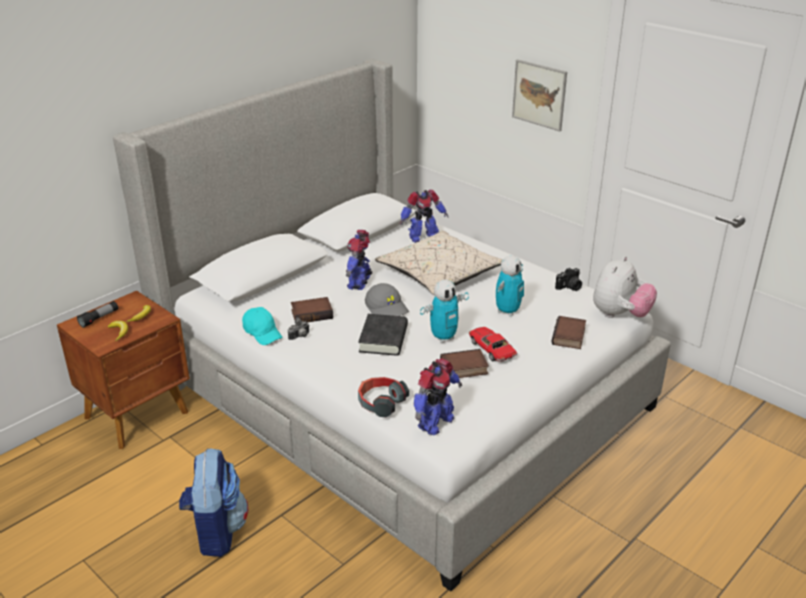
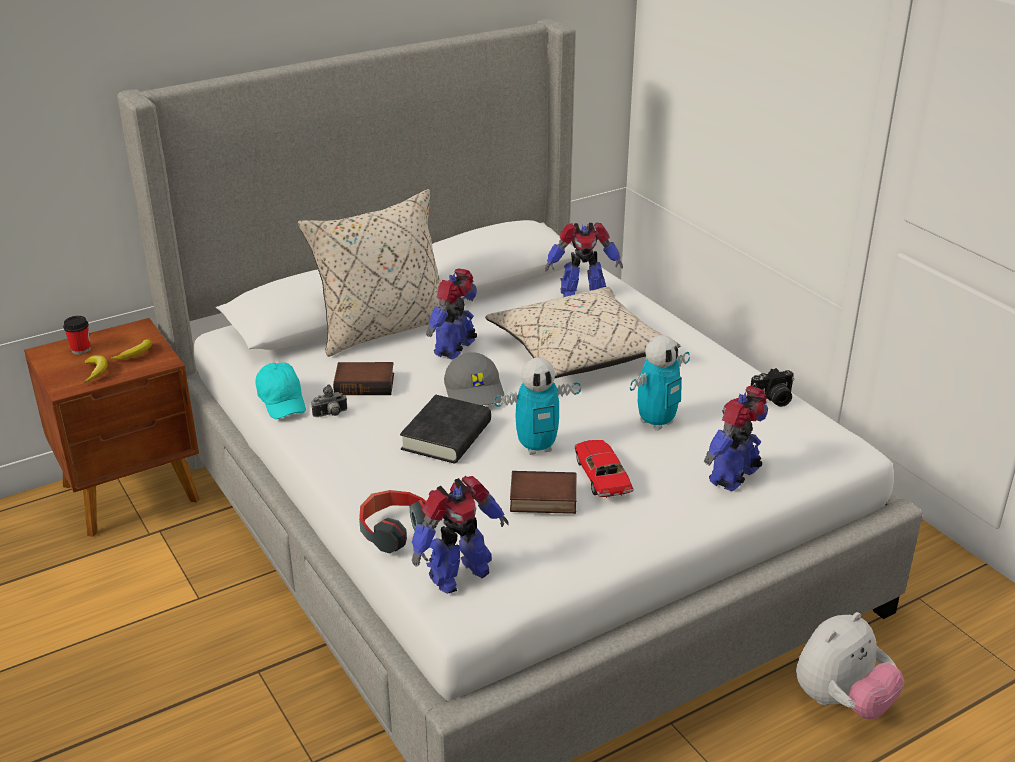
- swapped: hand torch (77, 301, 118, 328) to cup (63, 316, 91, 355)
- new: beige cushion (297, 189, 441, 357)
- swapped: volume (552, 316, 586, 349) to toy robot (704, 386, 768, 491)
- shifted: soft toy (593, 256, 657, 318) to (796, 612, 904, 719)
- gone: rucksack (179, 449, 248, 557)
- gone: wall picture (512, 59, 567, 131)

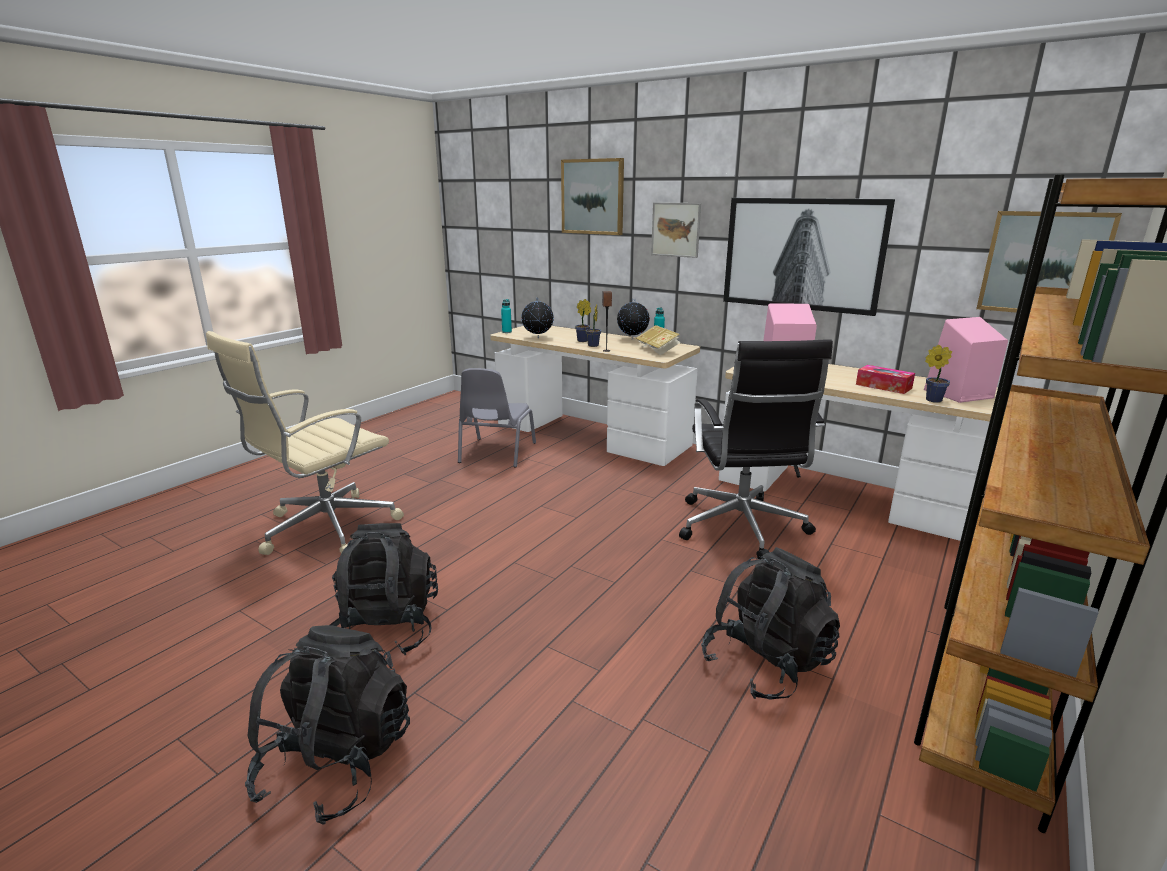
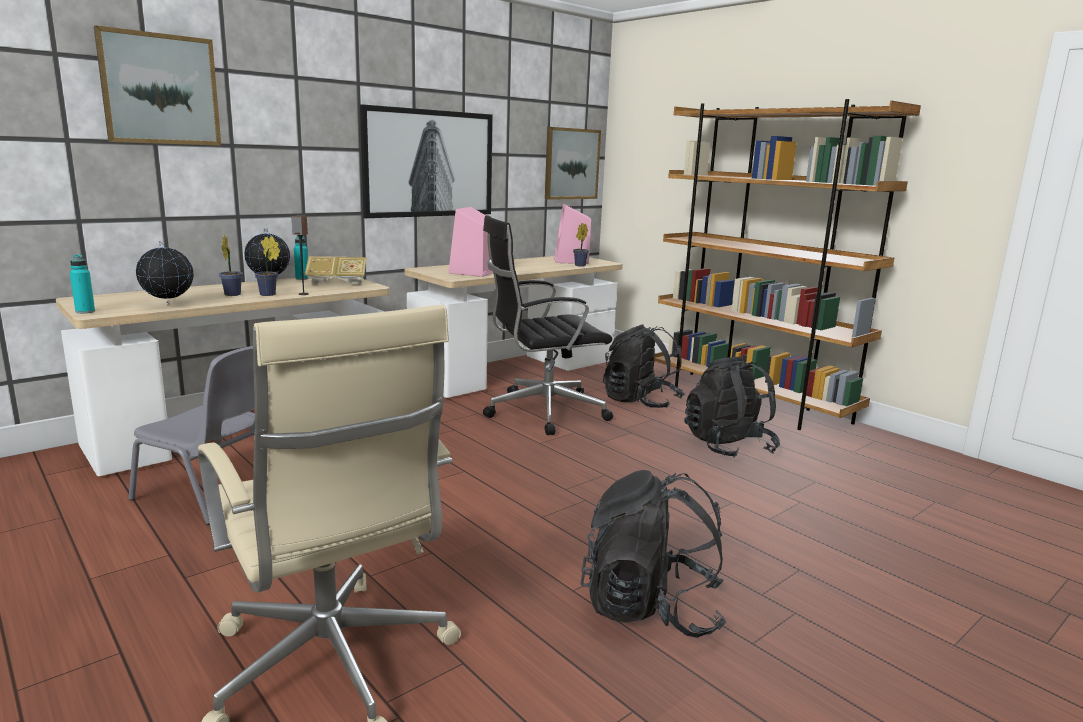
- rotated: black-coloured desk chair (679, 339, 833, 560) = (483, 215, 613, 435) 150 degrees clockwise
- shifted: black-coloured rucksack (245, 625, 410, 825) to (603, 324, 685, 408)
- gone: wall picture (651, 202, 701, 258)
- gone: tissue holder (856, 365, 915, 394)

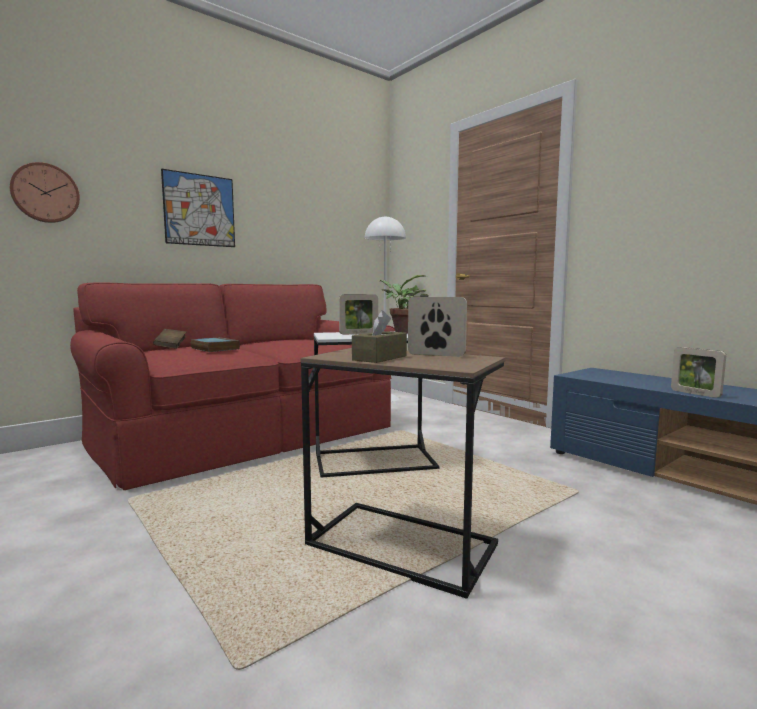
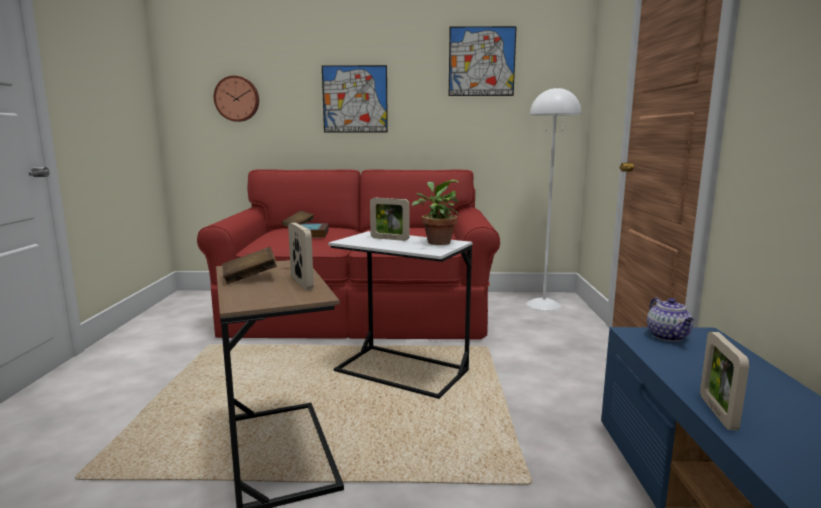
- swapped: brownish tissue holder (352, 310, 407, 363) to brownish volume (222, 247, 277, 284)
- new: wall picture (449, 26, 517, 96)
- new: pot for tea (647, 297, 694, 342)

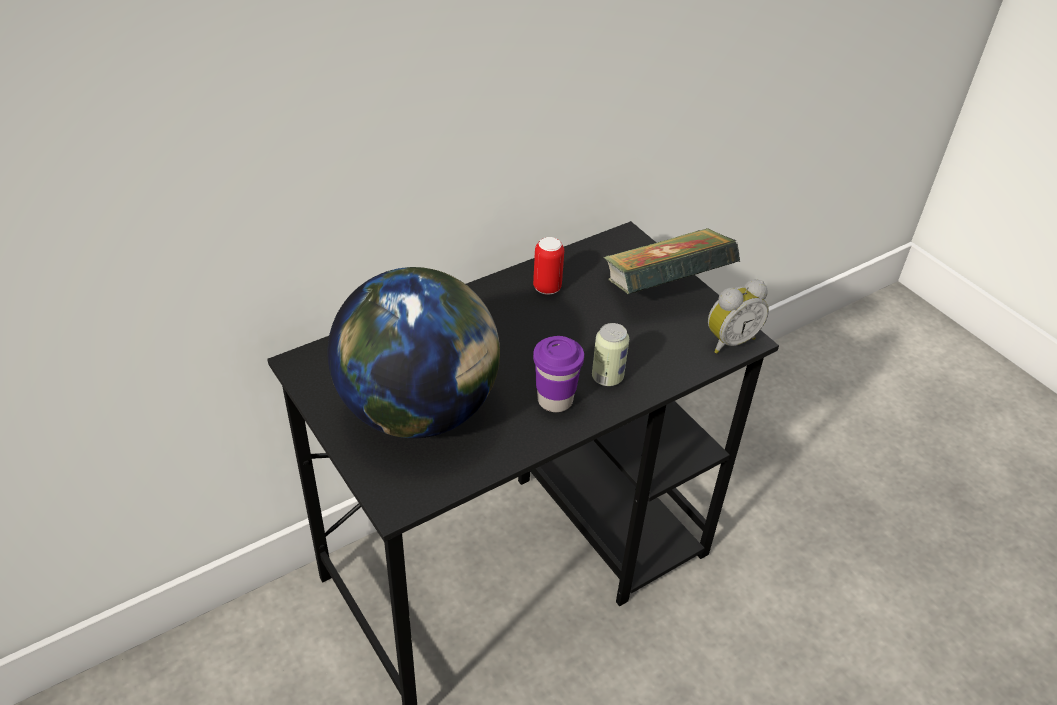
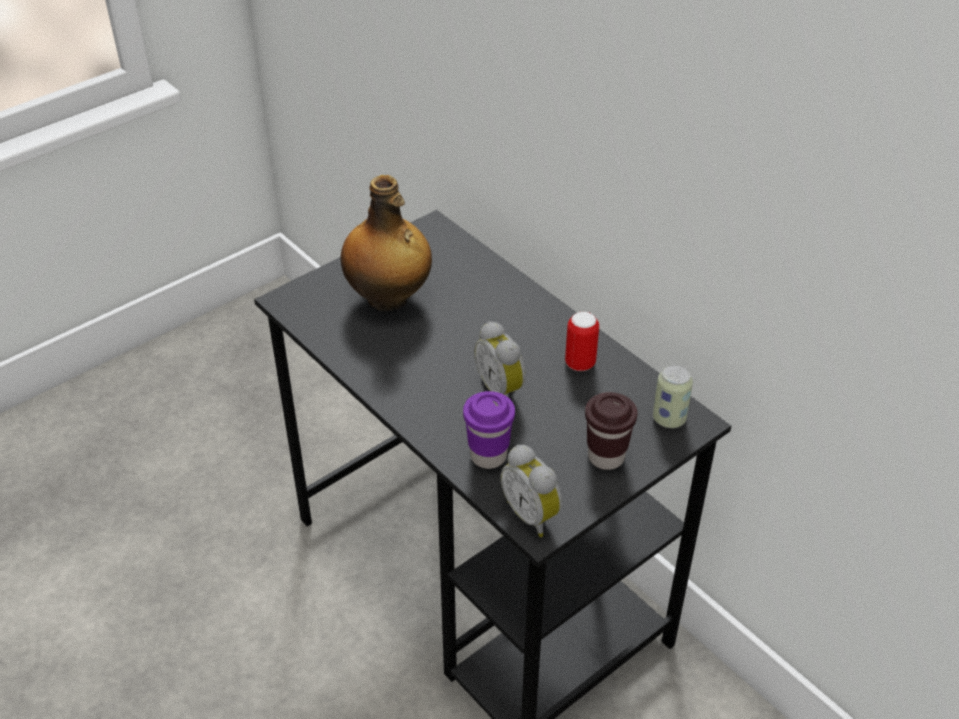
- swapped: world globe (328, 267, 500, 438) to beverage bottle (341, 175, 432, 311)
- shifted: purplish cup (533, 336, 584, 412) to (463, 391, 515, 469)
- new: table clock (474, 321, 525, 398)
- swapped: volume (603, 228, 740, 295) to brownish cup (585, 392, 638, 470)
- shifted: can (592, 323, 629, 386) to (653, 365, 693, 428)

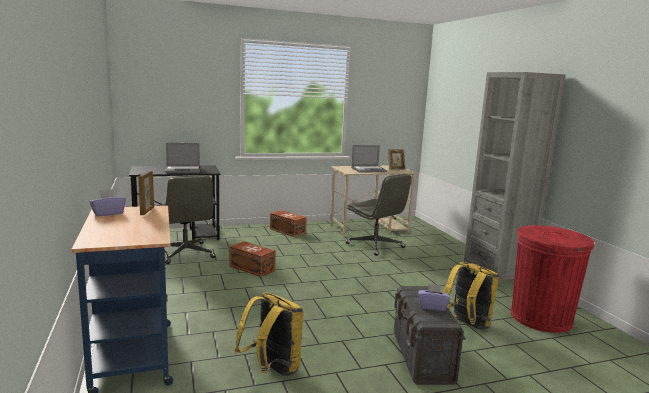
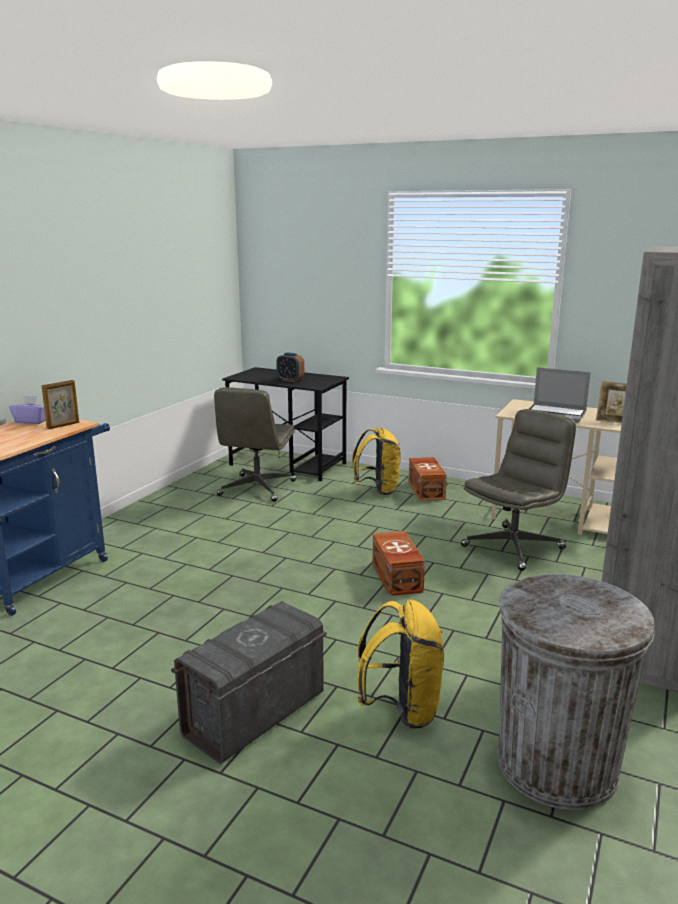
- swapped: portable computer (165, 143, 200, 173) to table clock (276, 353, 304, 382)
- shifted: yellow rucksack (234, 292, 304, 376) to (352, 428, 401, 496)
- shifted: brownish storage container (229, 241, 276, 277) to (372, 531, 425, 596)
- rotated: gray desk chair (345, 174, 412, 256) = (461, 409, 576, 571) 135 degrees counterclockwise
- repainted: red trash can (511, 225, 594, 333) to gray trash can (497, 574, 655, 810)
- gone: purplish tissue holder (418, 283, 450, 311)

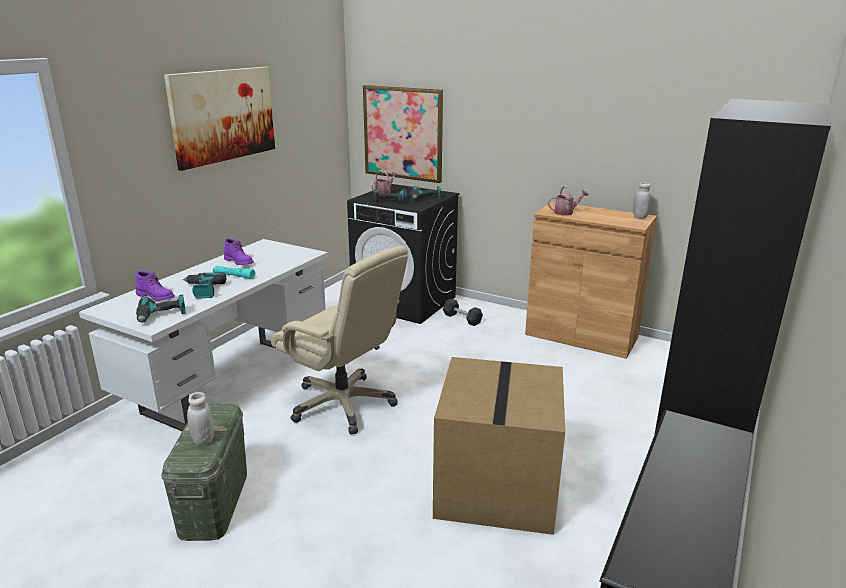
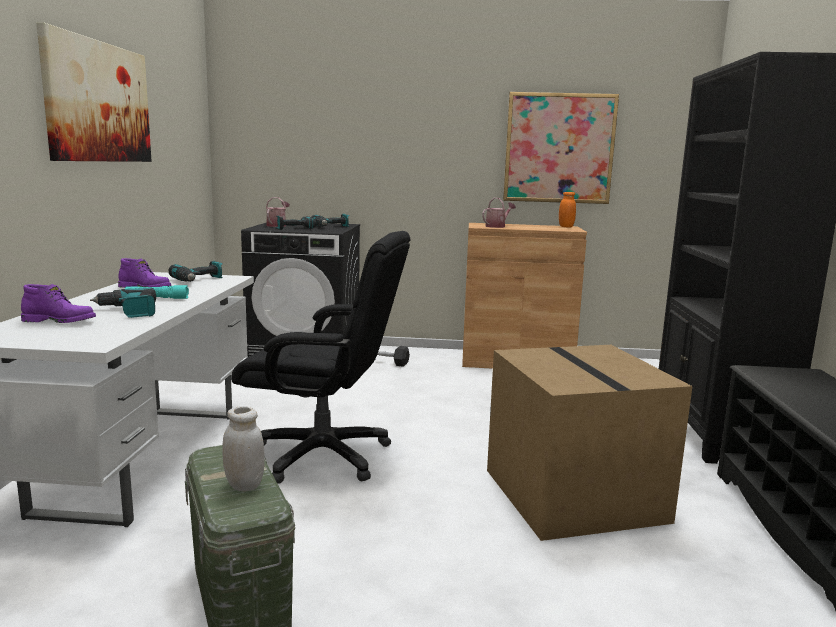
- shifted: drill (136, 295, 186, 323) to (169, 261, 223, 282)
- repainted: beige desk chair (271, 246, 408, 435) to black-coloured desk chair (231, 231, 410, 484)
- shifted: wall picture (363, 85, 443, 183) to (503, 92, 619, 204)
- repainted: white-coloured storage jar (633, 182, 651, 219) to orange-coloured storage jar (559, 192, 576, 227)

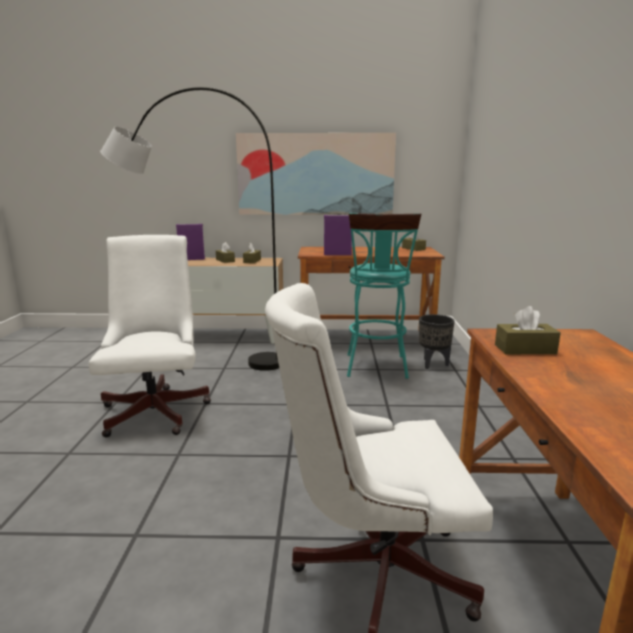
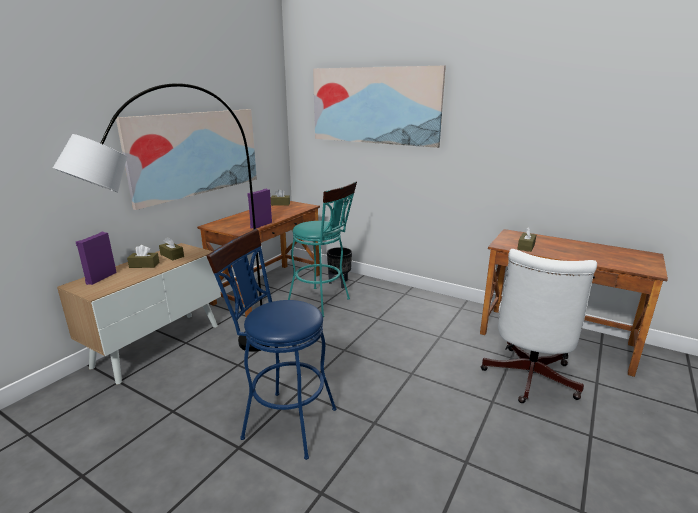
- swapped: white-coloured desk chair (89, 235, 211, 438) to bluish stool seat (207, 229, 337, 460)
- new: wall picture (313, 66, 446, 148)

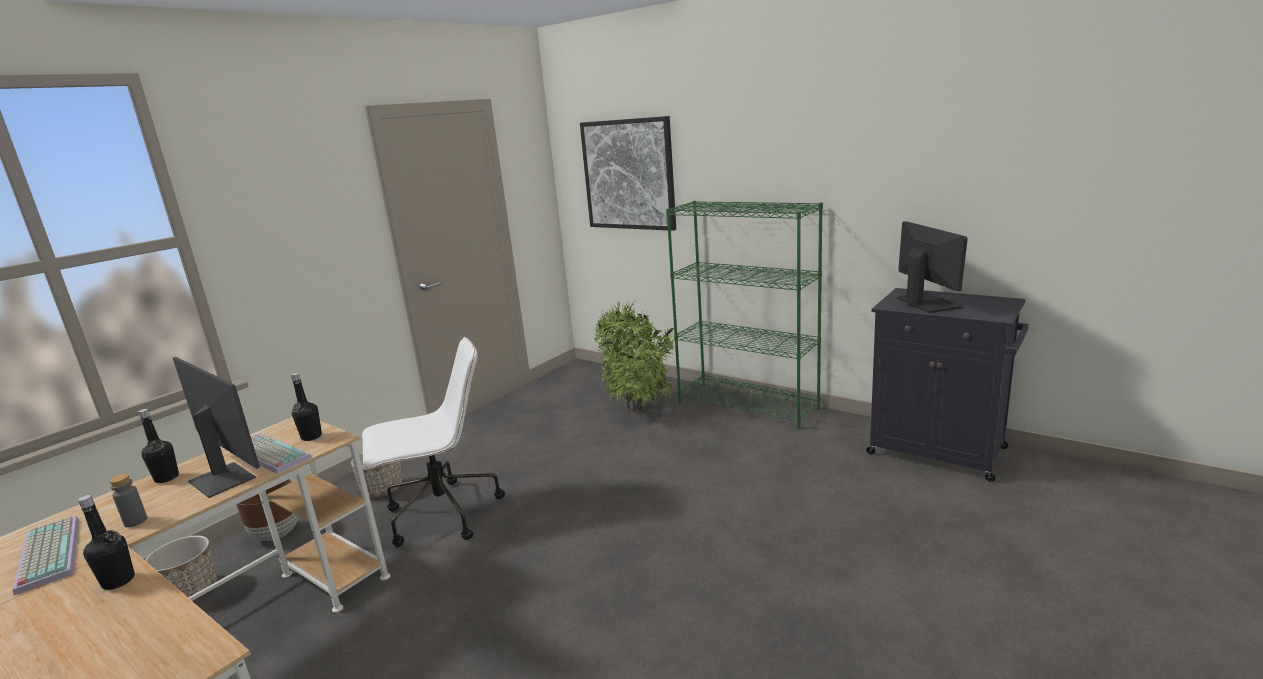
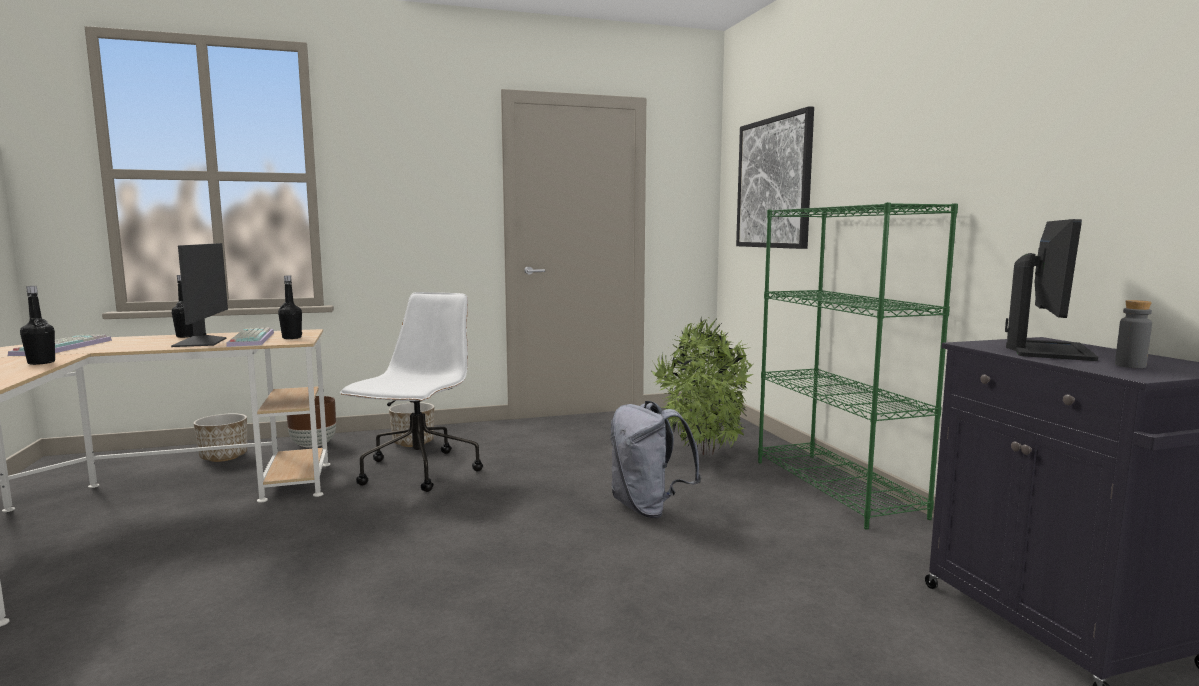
- rotated: white-coloured desk chair (362, 337, 505, 547) = (340, 292, 483, 492) 90 degrees counterclockwise
- new: gray rucksack (610, 401, 701, 518)
- shifted: gray beverage bottle (109, 474, 147, 527) to (1115, 300, 1152, 368)

